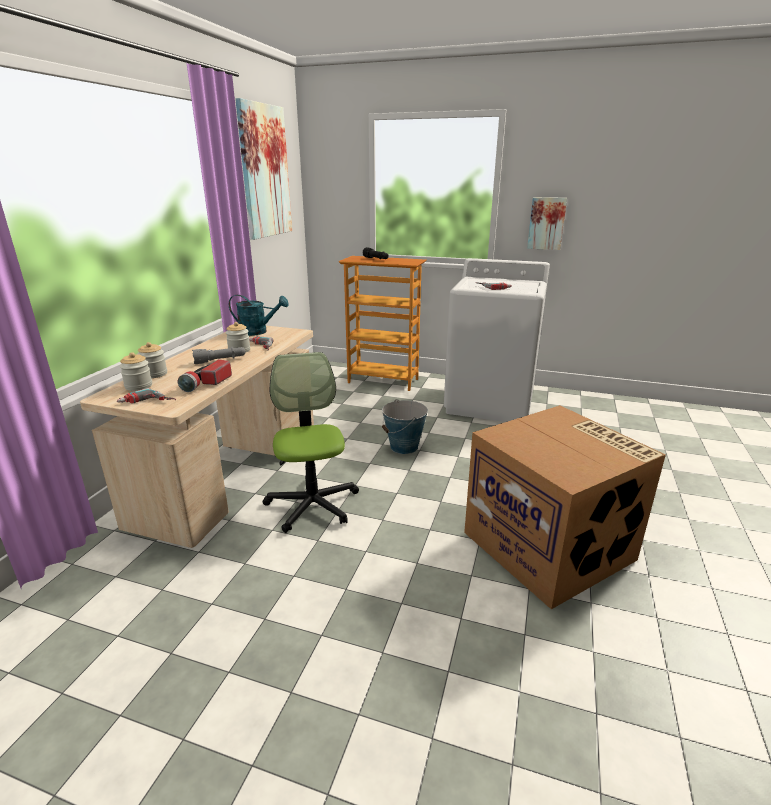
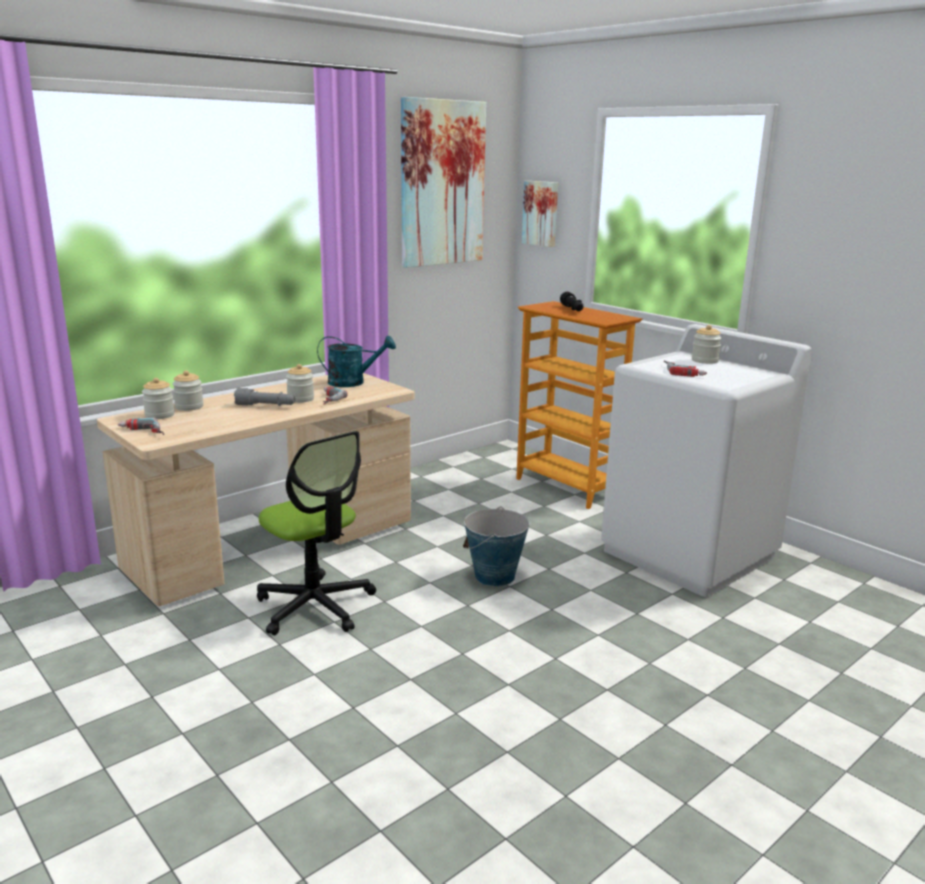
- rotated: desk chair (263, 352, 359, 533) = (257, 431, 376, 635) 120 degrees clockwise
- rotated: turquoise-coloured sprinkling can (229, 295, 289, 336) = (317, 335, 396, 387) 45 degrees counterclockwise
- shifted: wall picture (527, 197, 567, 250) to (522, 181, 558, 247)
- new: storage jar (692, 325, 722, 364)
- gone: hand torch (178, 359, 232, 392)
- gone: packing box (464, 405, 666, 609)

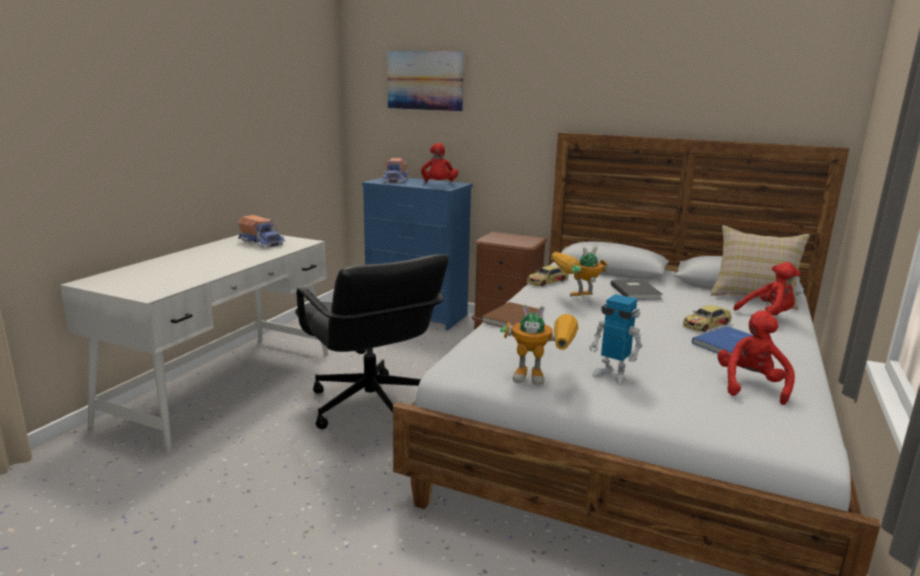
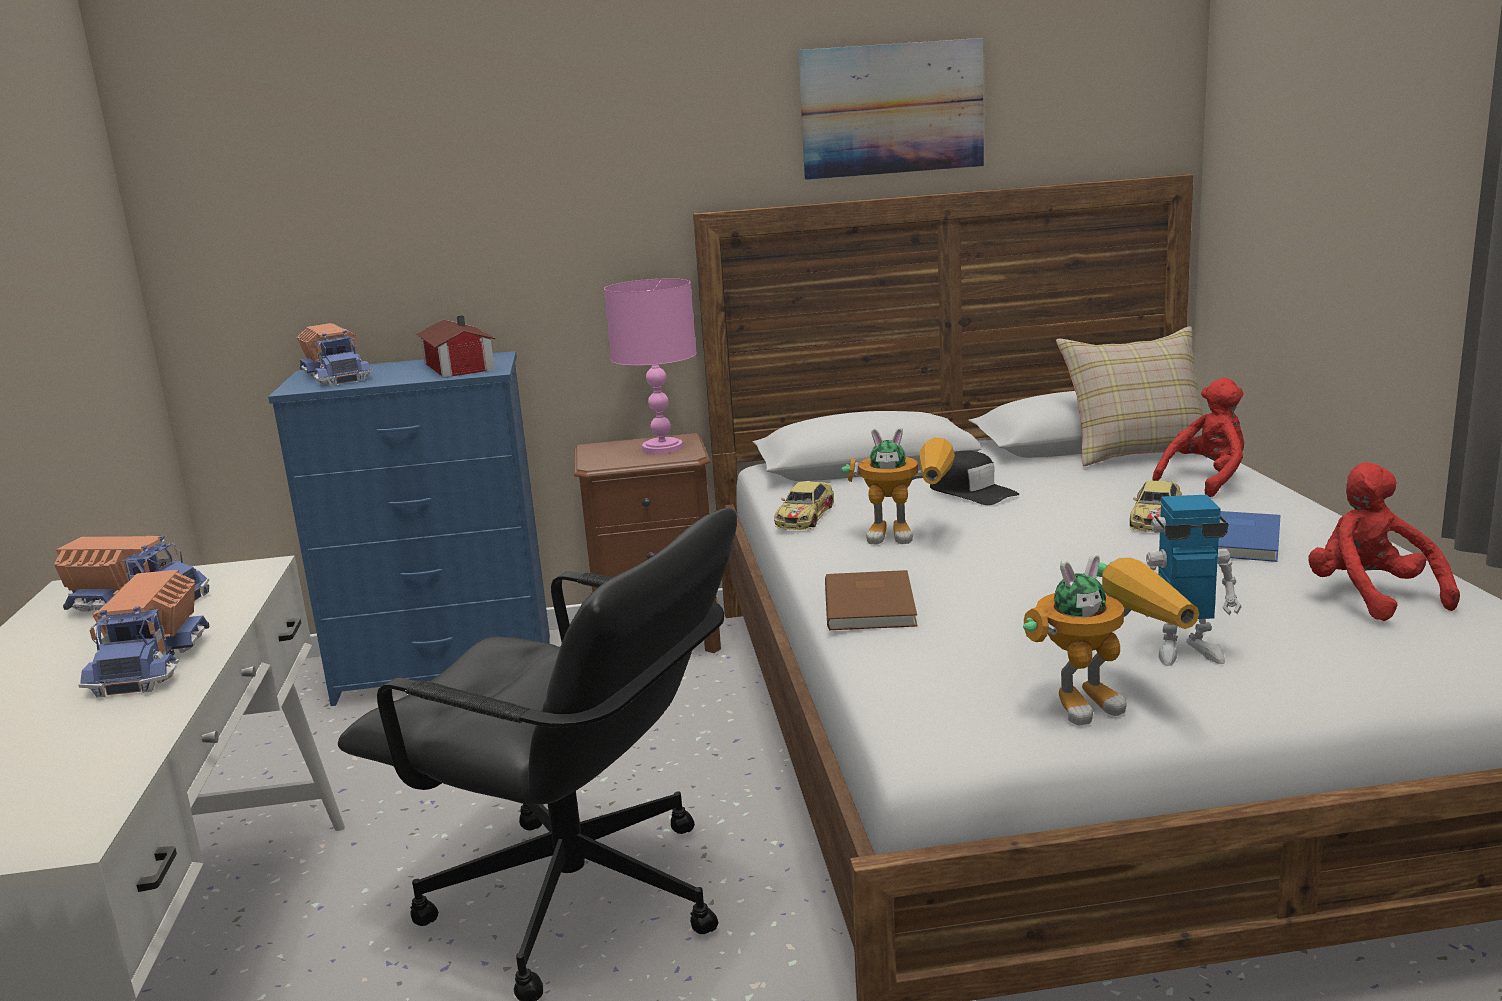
- new: toy truck (78, 570, 210, 698)
- swapped: red soft toy (421, 143, 458, 182) to toy house (416, 315, 496, 378)
- new: pinkish table lamp (604, 278, 697, 454)
- shifted: wall picture (387, 51, 464, 111) to (798, 38, 984, 180)
- rotated: toy robot (551, 246, 608, 297) = (841, 427, 955, 544) 120 degrees counterclockwise
- swapped: gray volume (611, 280, 663, 300) to black-coloured cap (930, 451, 1019, 505)

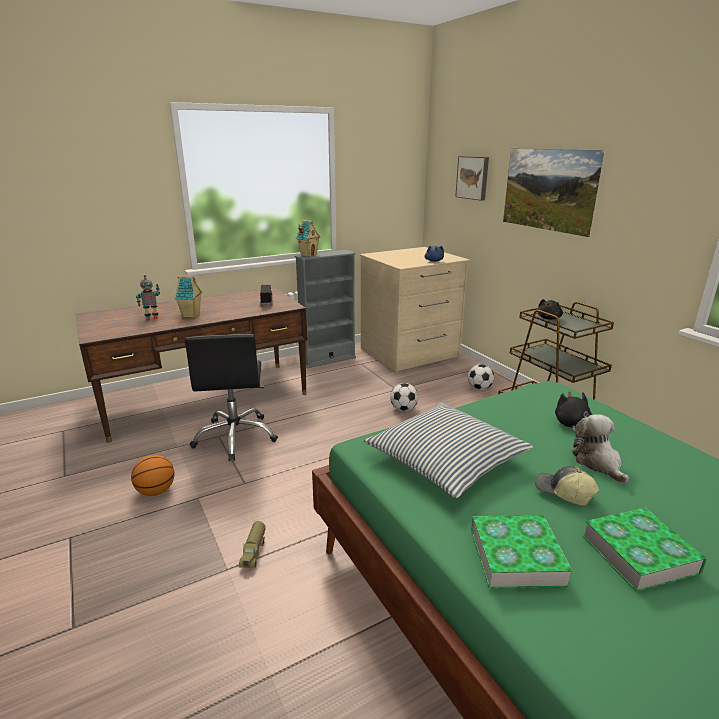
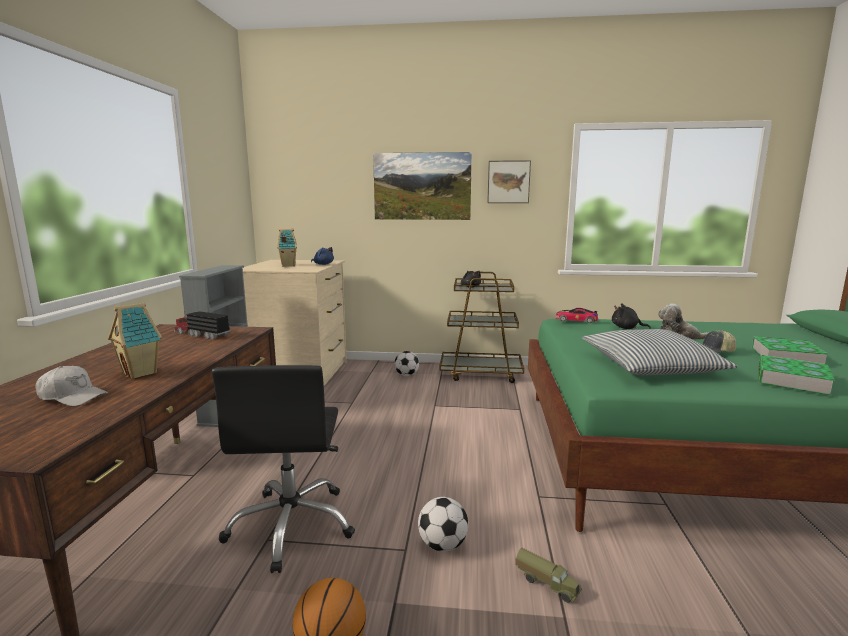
- swapped: toy robot (136, 275, 160, 320) to white-coloured cap (36, 366, 109, 407)
- rotated: black-coloured desk chair (184, 334, 278, 461) = (212, 365, 355, 573) 60 degrees clockwise
- shifted: toy house (295, 220, 320, 257) to (277, 229, 297, 267)
- shifted: ball for football (390, 383, 418, 411) to (418, 497, 468, 552)
- shifted: wall picture (455, 156, 489, 201) to (487, 160, 531, 203)
- new: miniature car (555, 308, 598, 323)

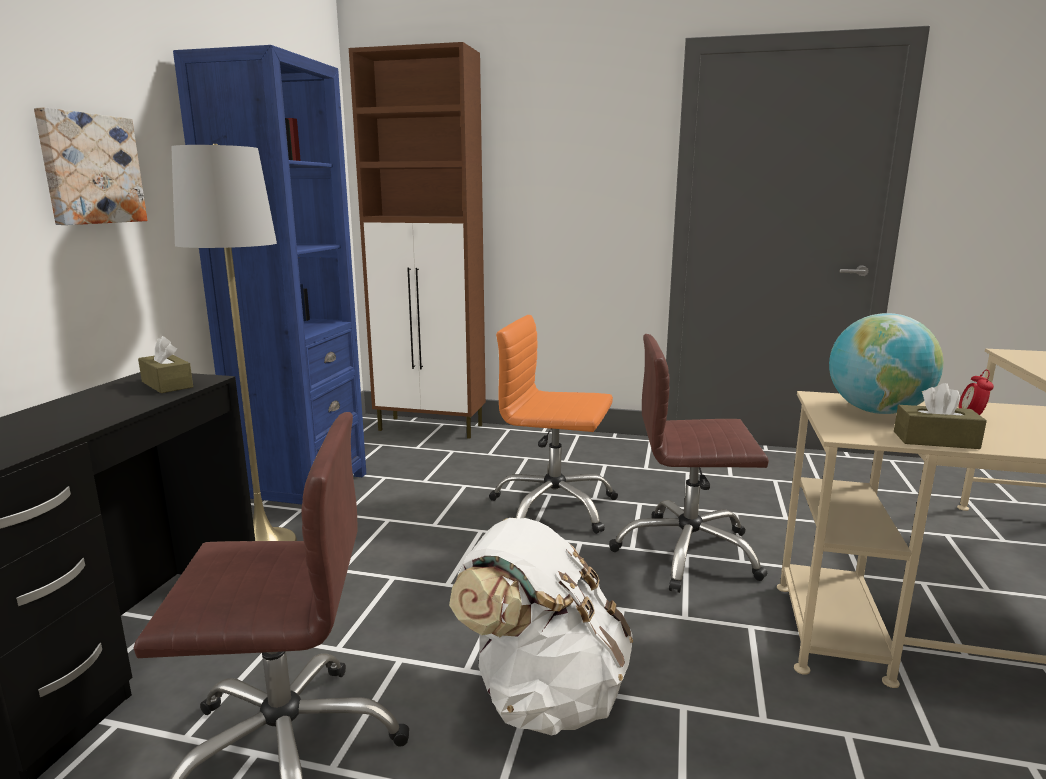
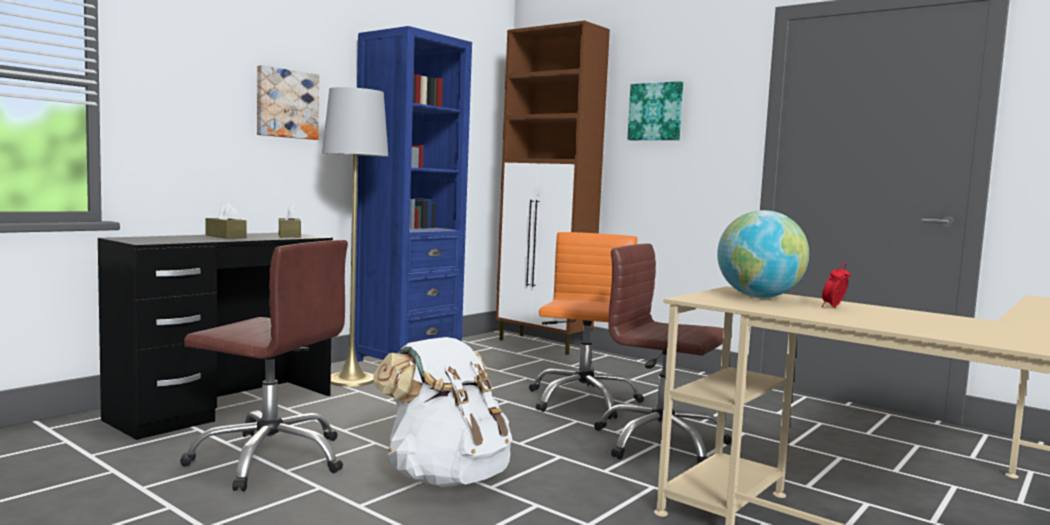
- shifted: brownish tissue holder (894, 383, 987, 449) to (205, 202, 247, 239)
- rotated: orange-coloured desk chair (489, 315, 618, 534) = (529, 232, 644, 419) 60 degrees clockwise
- new: wall picture (627, 81, 683, 140)

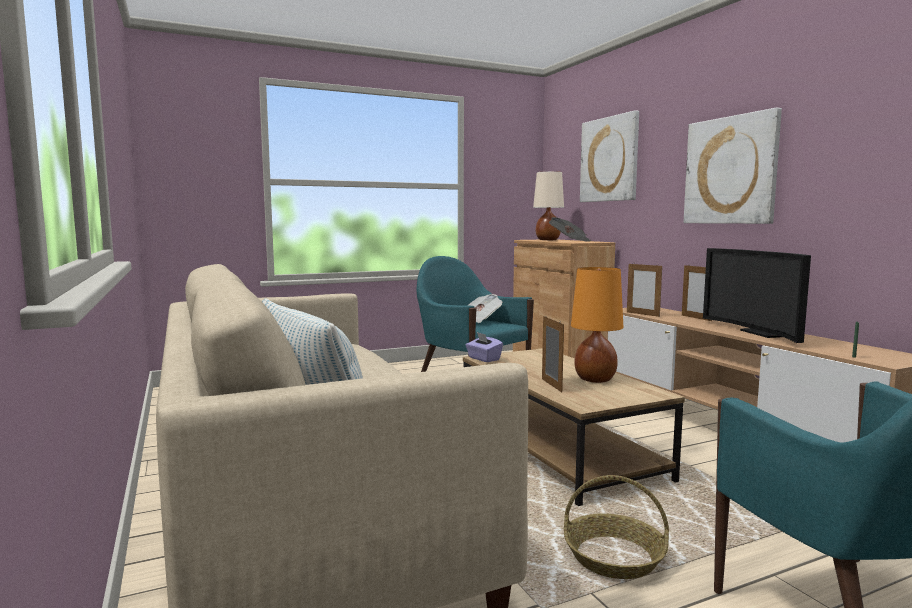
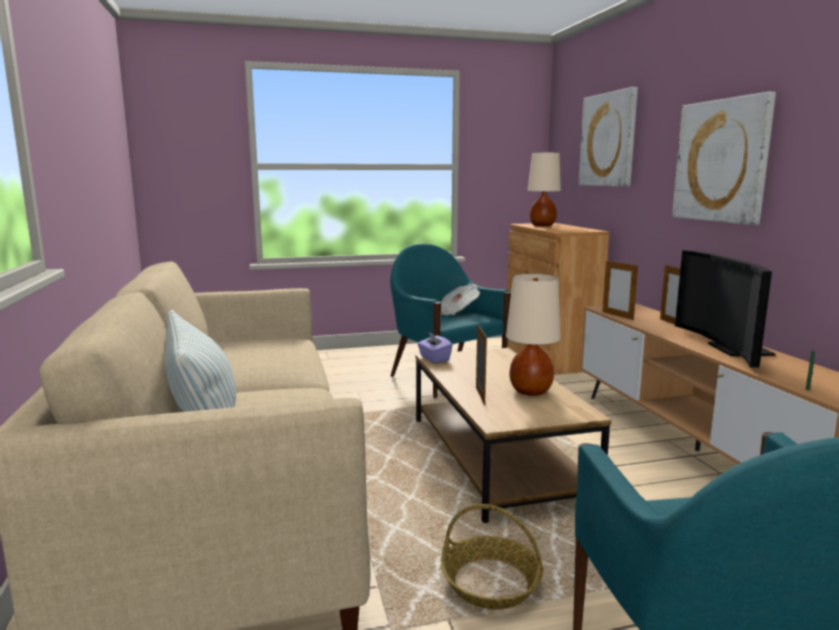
- repainted: orange-coloured table lamp (571, 267, 623, 383) to beige table lamp (506, 274, 561, 396)
- gone: printed paper (549, 217, 592, 242)

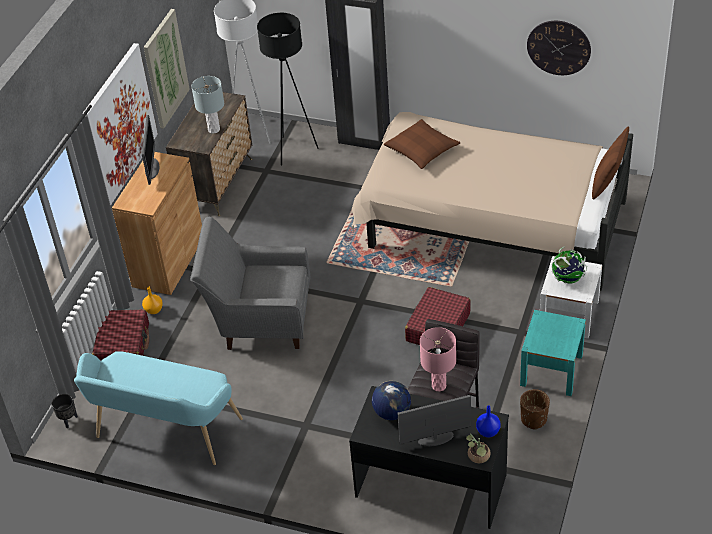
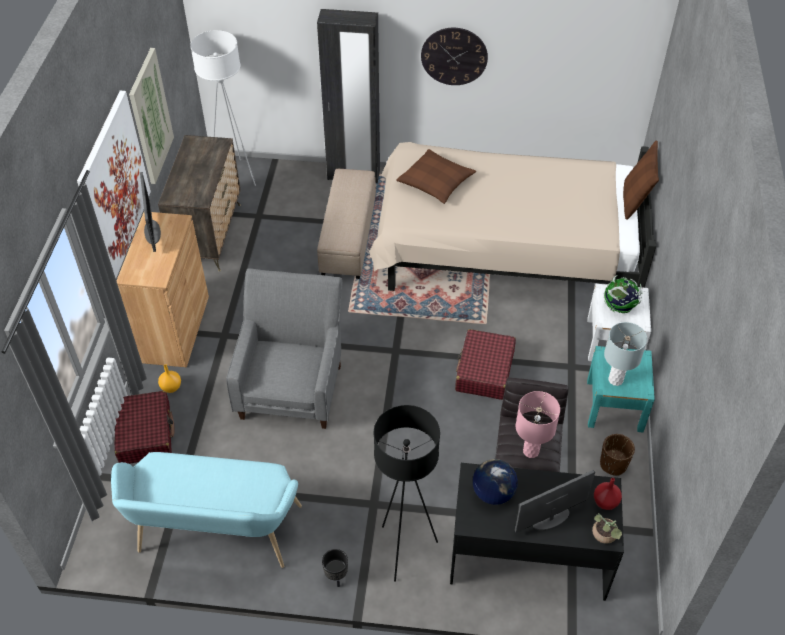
- rotated: gray easy chair (190, 217, 310, 350) = (226, 268, 343, 429) 105 degrees clockwise
- new: beige ottoman (317, 169, 376, 279)
- shifted: black-coloured planter (52, 394, 78, 428) to (322, 549, 348, 587)
- shifted: black-coloured standard lamp (257, 13, 319, 166) to (374, 405, 440, 582)
- shifted: wall clock (527, 21, 591, 75) to (421, 28, 488, 85)
- repainted: bluish vase (476, 406, 501, 437) to red vase (594, 478, 622, 510)
- shifted: gray table lamp (191, 76, 224, 134) to (604, 322, 647, 386)

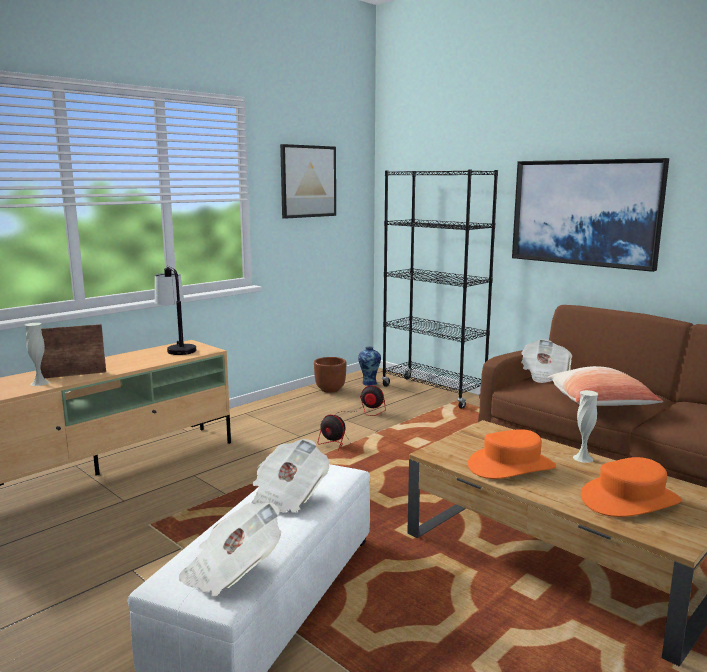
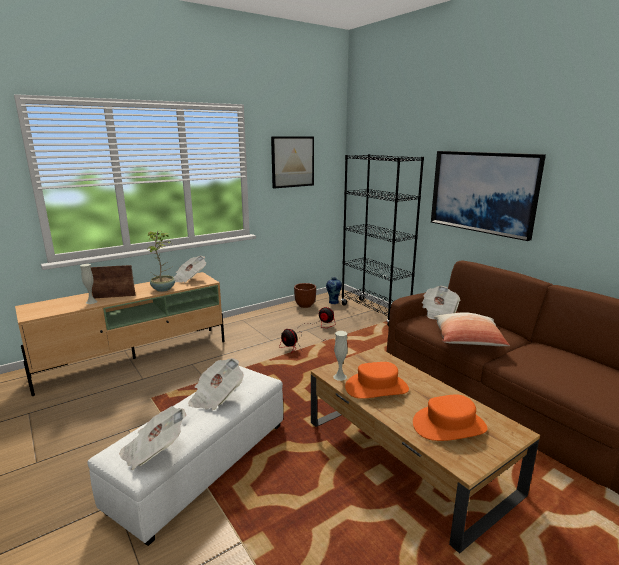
- new: houseplant (148, 231, 175, 292)
- swapped: table lamp (155, 266, 196, 355) to printed paper (173, 256, 206, 283)
- shifted: white-coloured vase (573, 390, 598, 463) to (333, 331, 348, 381)

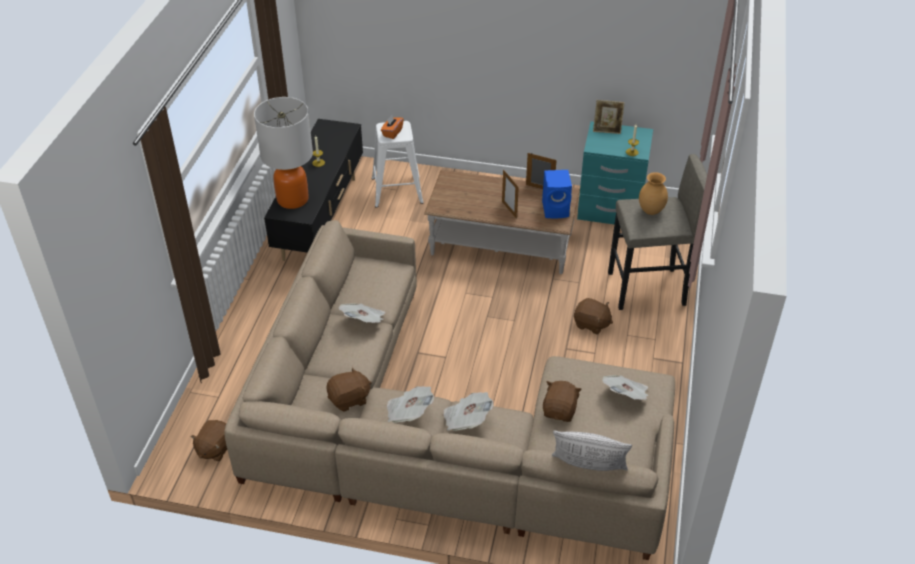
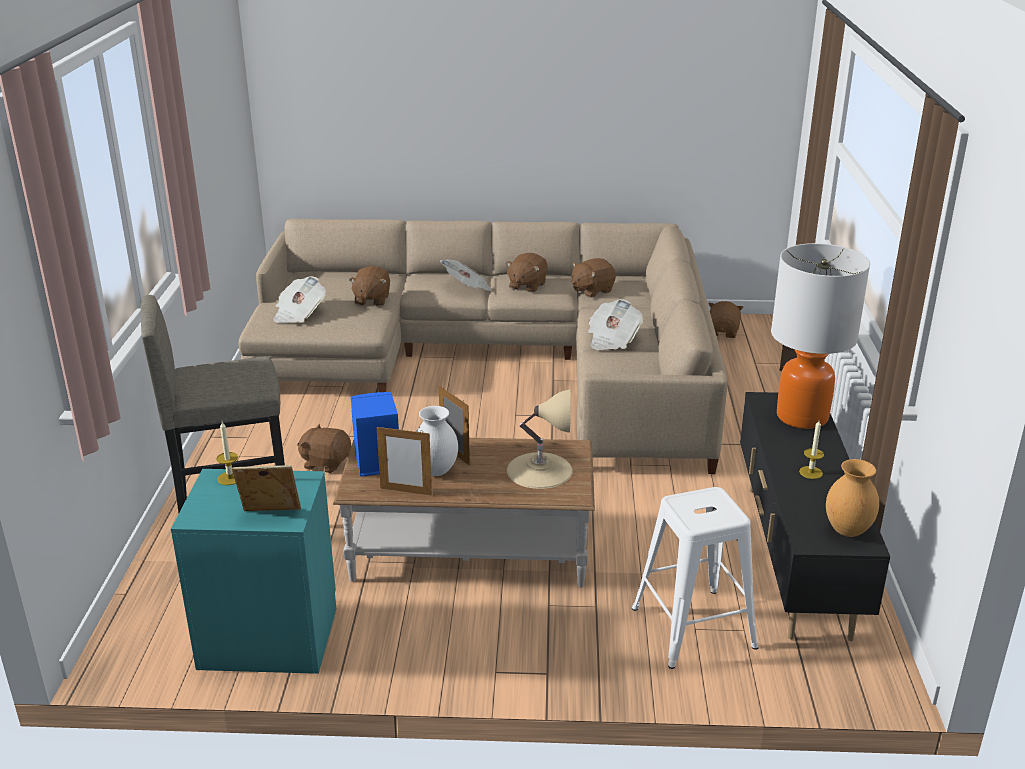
- new: white-coloured vase (416, 406, 458, 476)
- swapped: printed paper (387, 386, 434, 423) to brownish soft toy (506, 253, 548, 293)
- new: beige table lamp (507, 390, 573, 489)
- shifted: brownish vase (639, 172, 668, 215) to (826, 459, 879, 537)
- gone: orange-coloured tissue holder (381, 115, 404, 139)
- gone: cushion (552, 430, 632, 471)

